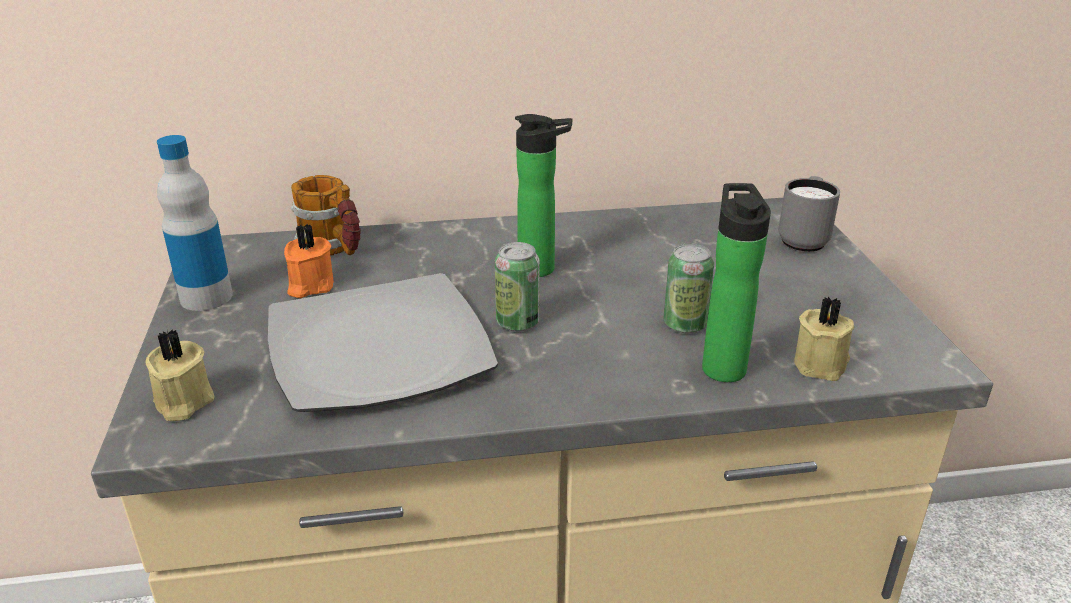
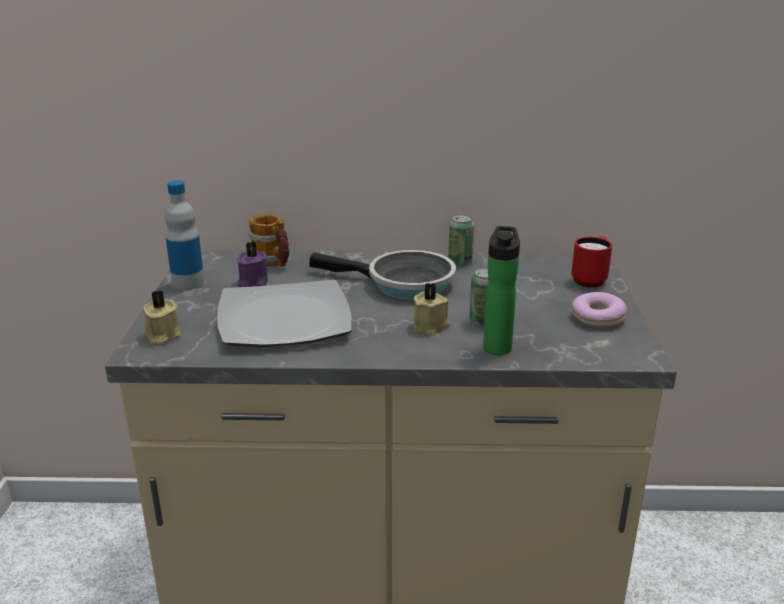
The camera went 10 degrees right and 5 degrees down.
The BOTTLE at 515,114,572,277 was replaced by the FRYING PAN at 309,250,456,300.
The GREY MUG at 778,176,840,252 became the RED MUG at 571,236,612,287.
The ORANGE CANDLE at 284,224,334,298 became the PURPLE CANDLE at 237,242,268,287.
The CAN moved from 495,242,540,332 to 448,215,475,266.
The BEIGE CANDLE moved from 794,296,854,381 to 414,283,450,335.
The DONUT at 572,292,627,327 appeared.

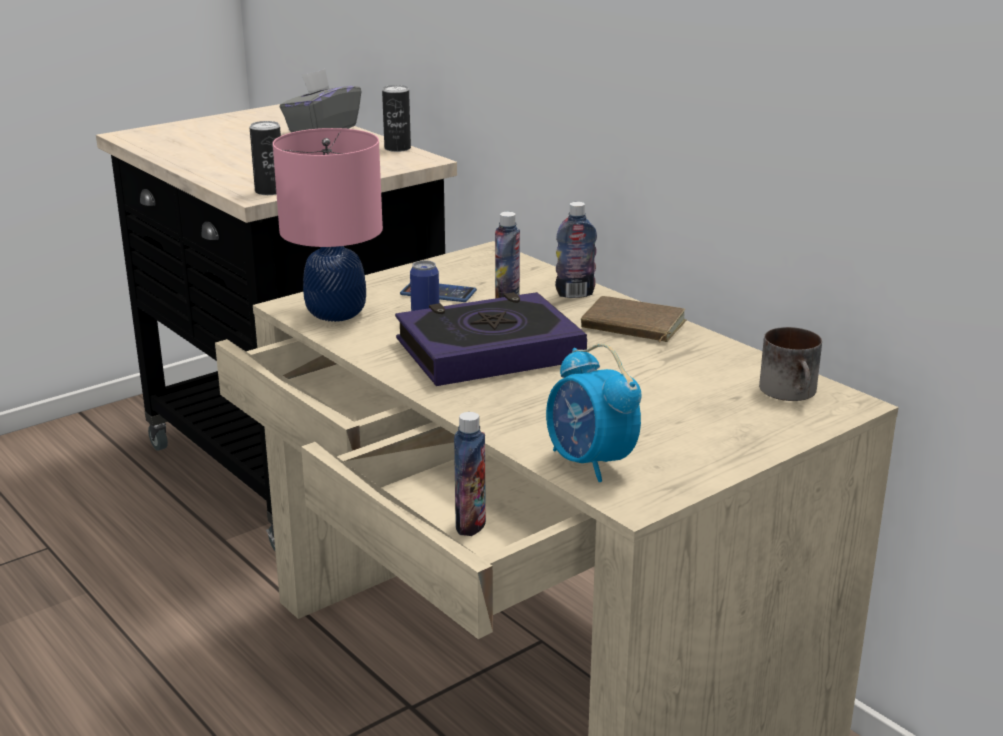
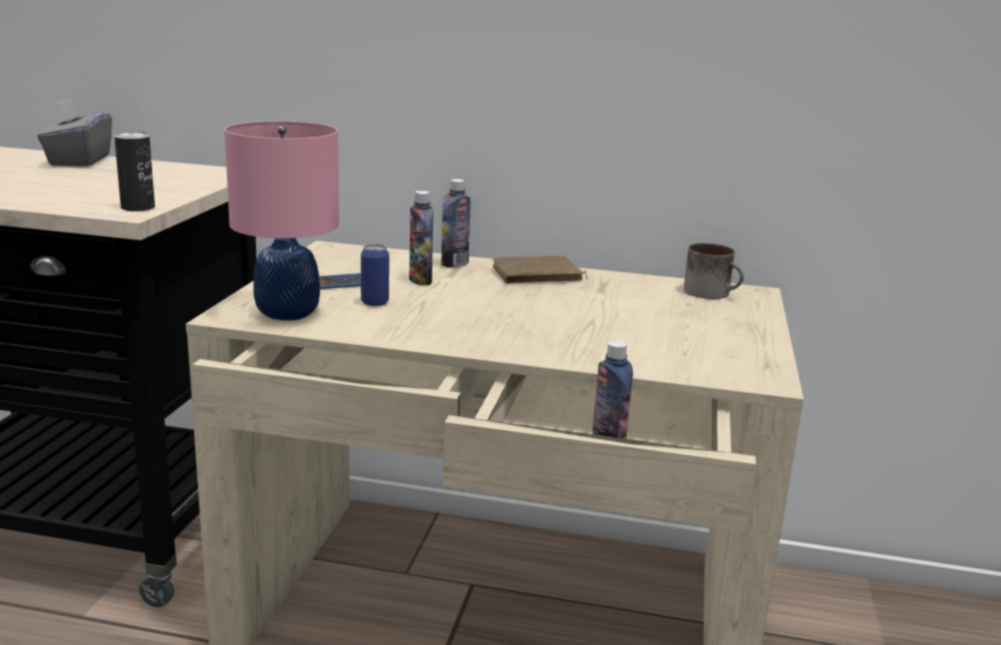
The camera went 40 degrees left and 5 degrees down.
The CAN at 382,85,411,152 disappeared.
The BOOK at 395,292,587,386 disappeared.
The ALARM CLOCK at 546,344,642,482 disappeared.

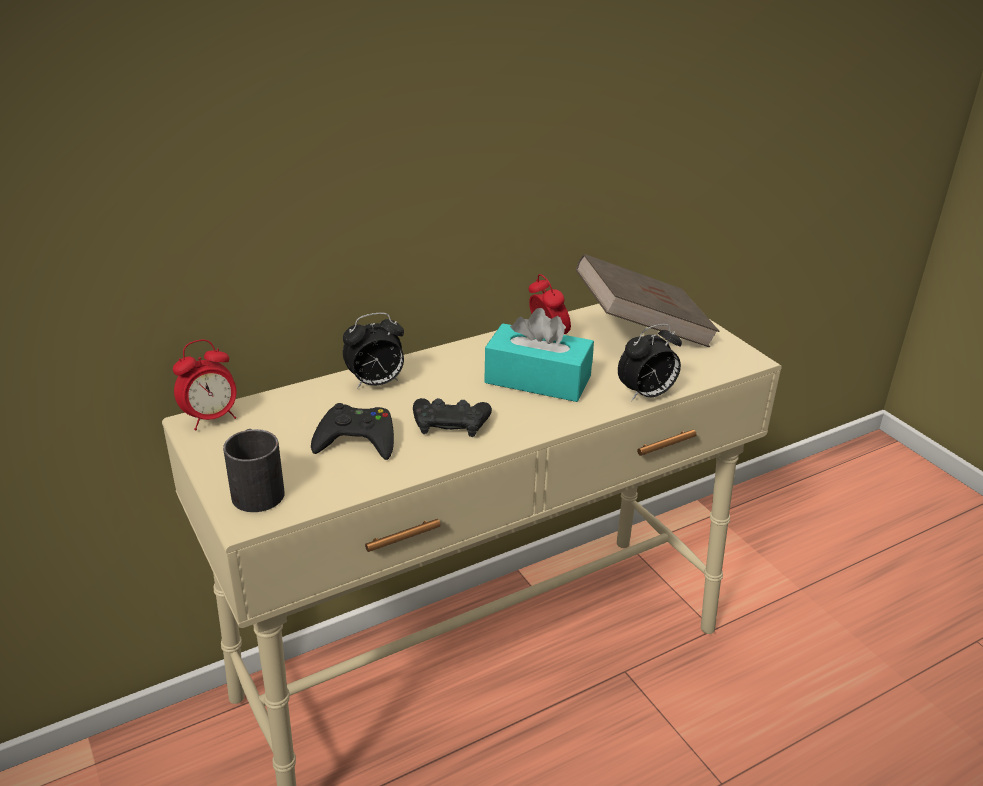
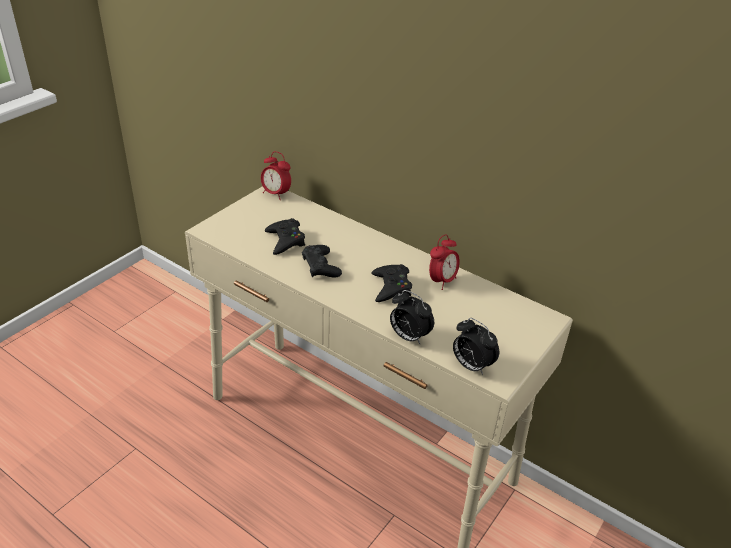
The camera went 65 degrees right and 5 degrees up.
The BROWN BOOK at 576,254,719,347 disappeared.
The TURQUOISE TISSUE BOX at 484,308,594,402 was replaced by the BLACK GAME CONTROLLER at 371,264,412,302.
The ALARM CLOCK moved from 343,313,404,389 to 453,318,499,375.
The BLACK MUG at 223,429,285,512 disappeared.

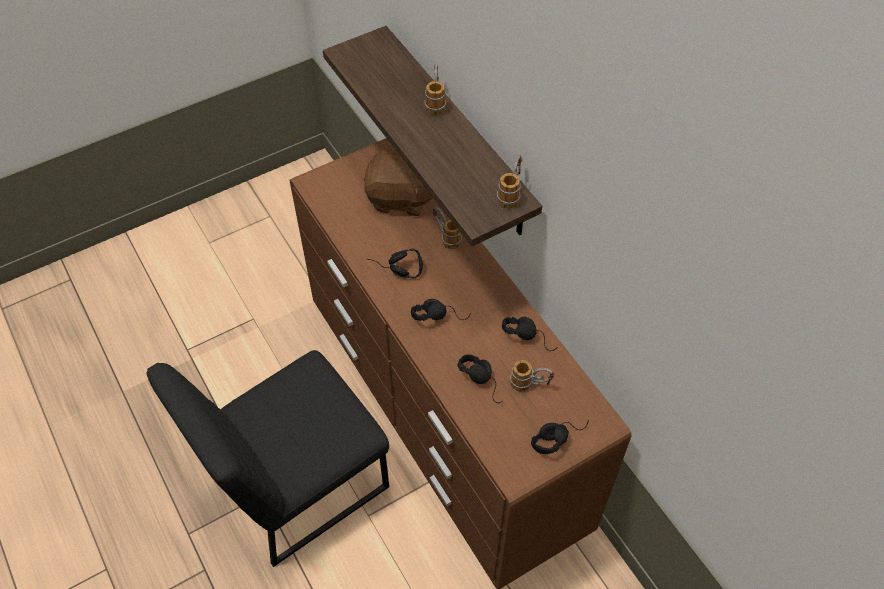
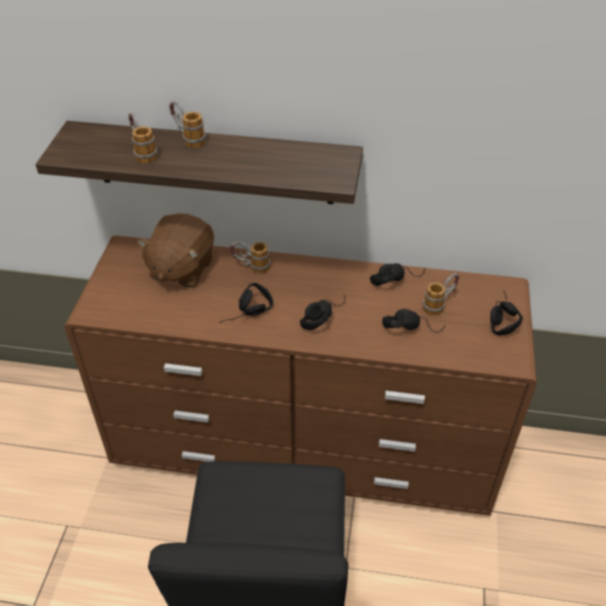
The camera went 50 degrees left and 10 degrees down.
The BROWN PLUSH TOY at 364,149,433,216 turned 150 degrees clockwise.
The MUG moved from 497,155,522,209 to 128,112,157,164.

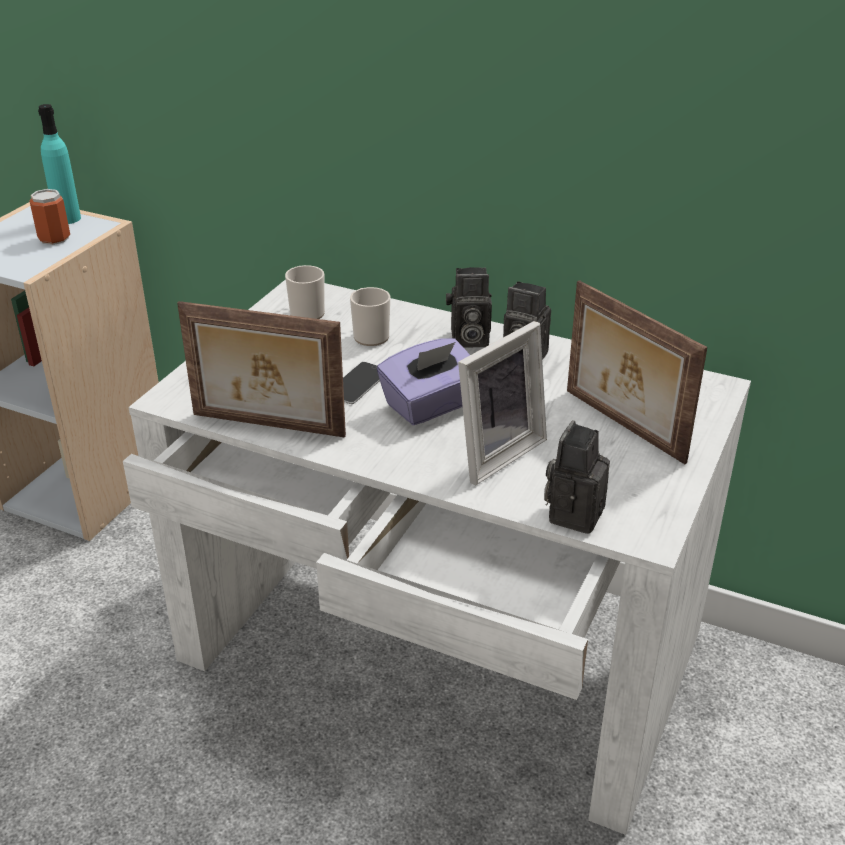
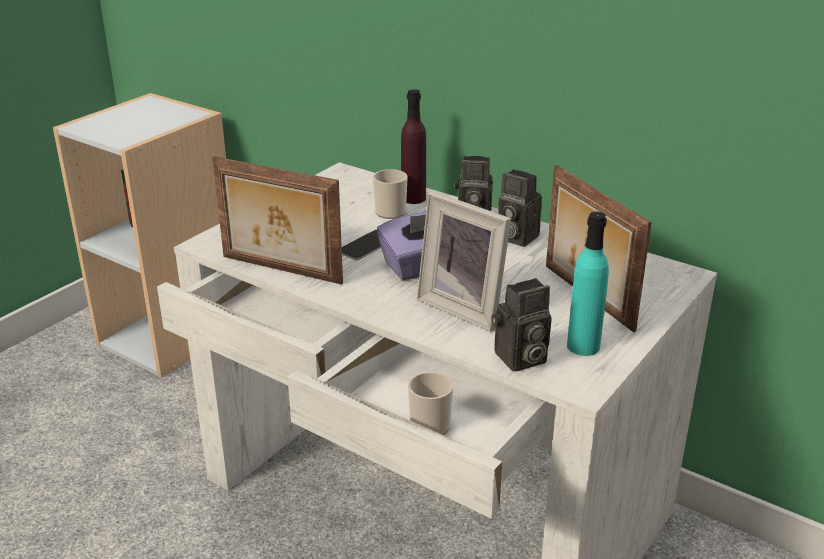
The camera went 10 degrees right and 5 degrees down.
The TURQUOISE BOTTLE moved from 38,104,81,224 to 567,212,609,356.
The CAN at 29,189,70,245 disappeared.
The MUG moved from 285,265,325,319 to 408,371,453,435.
The PICTURE FRAME at 458,321,547,485 turned 75 degrees clockwise.
The PHOTO CAMERA at 544,420,610,534 turned 150 degrees counterclockwise.
The PURPLE BOTTLE at 401,89,426,204 appeared.

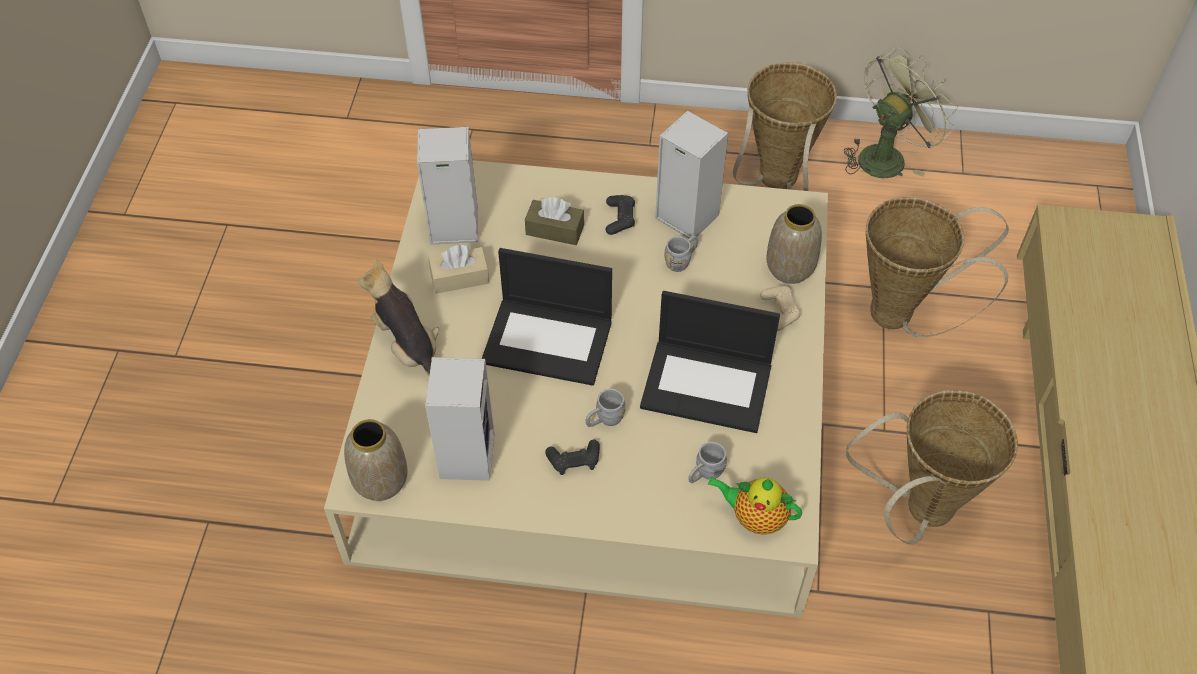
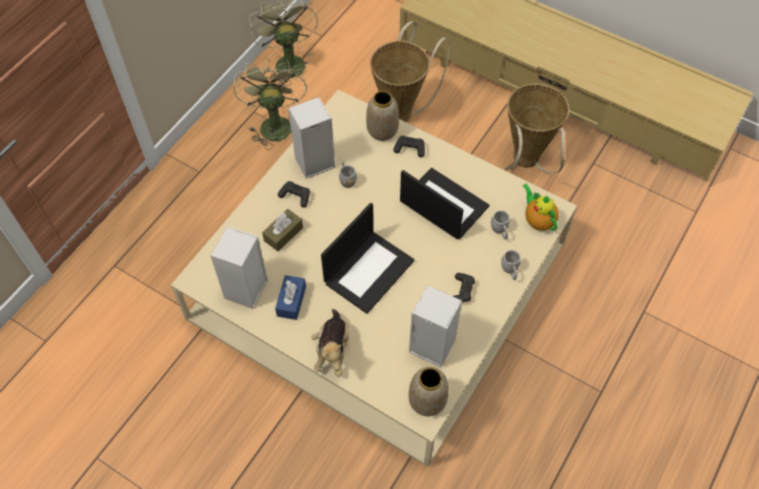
The camera went 65 degrees left and 5 degrees up.
The BASKET at 733,62,837,191 was replaced by the GREEN FAN at 233,58,307,150.
The BEIGE TISSUE BOX at 428,245,490,294 became the BLUE TISSUE BOX at 275,275,306,320.
The PLUSH TOY at 359,258,439,376 turned 75 degrees counterclockwise.
The BEIGE GAME CONTROLLER at 760,286,801,331 became the BLACK GAME CONTROLLER at 393,136,425,158.
The LAPTOP at 640,291,780,433 turned 90 degrees counterclockwise.
The GREY MUG moved from 586,389,626,427 to 501,250,521,280.
The TEAPOT at 708,477,802,535 turned 105 degrees clockwise.

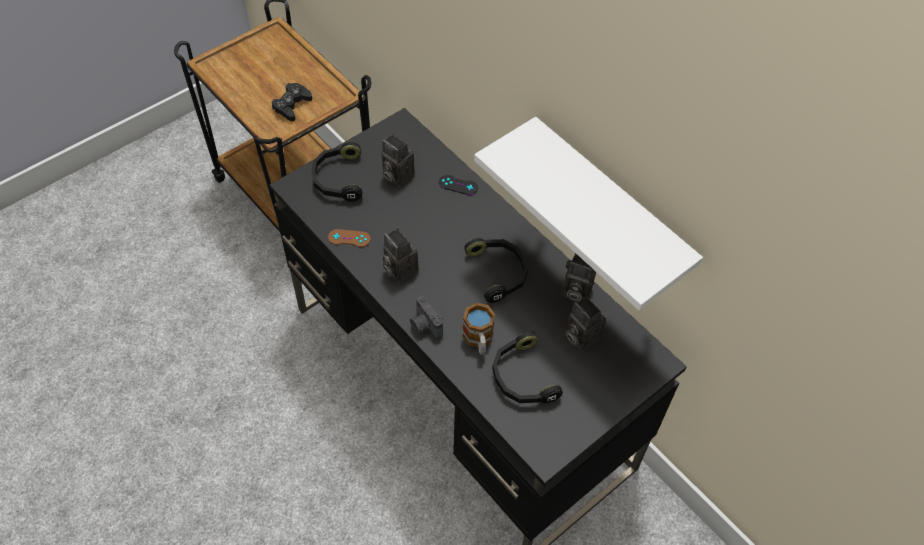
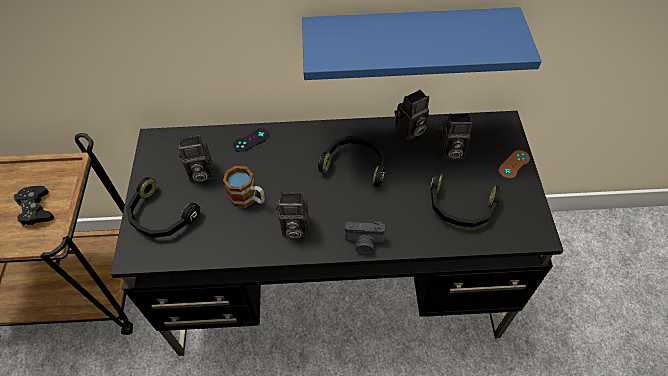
The camera went 50 degrees left and 0 degrees up.
The WHITE SHELF at 474,117,703,310 became the BLUE SHELF at 302,7,542,80.
The BROWN GAME CONTROLLER moved from 328,229,371,247 to 498,150,530,179.
The MUG moved from 462,303,495,355 to 223,166,265,208.

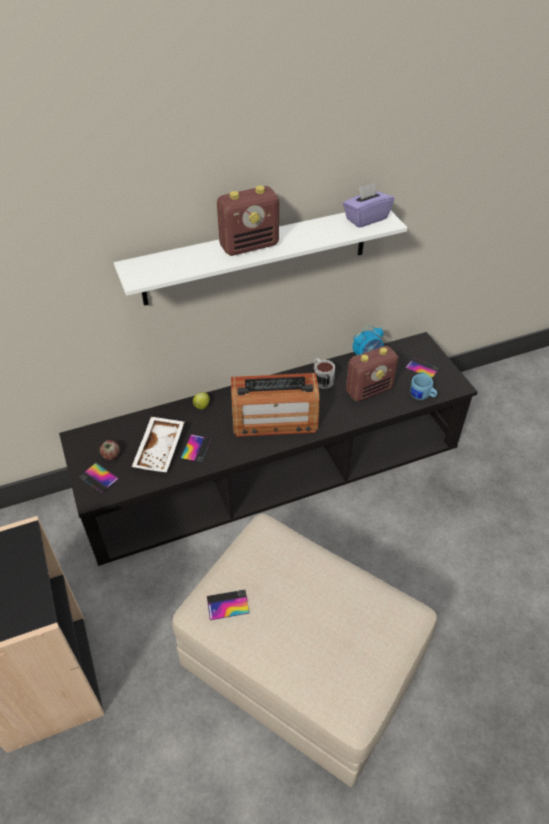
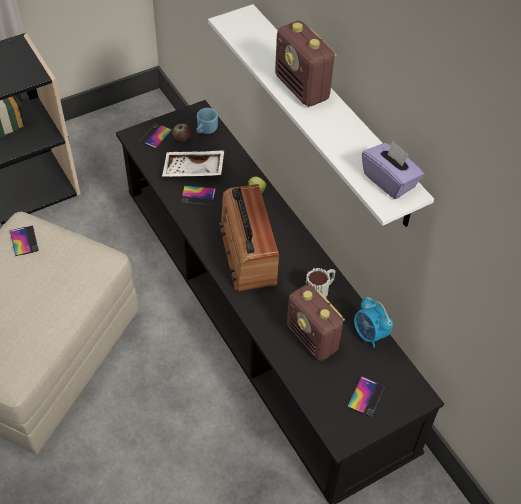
The camera went 80 degrees right and 5 degrees up.
The BLUE MUG moved from 410,374,437,400 to 196,108,218,134.

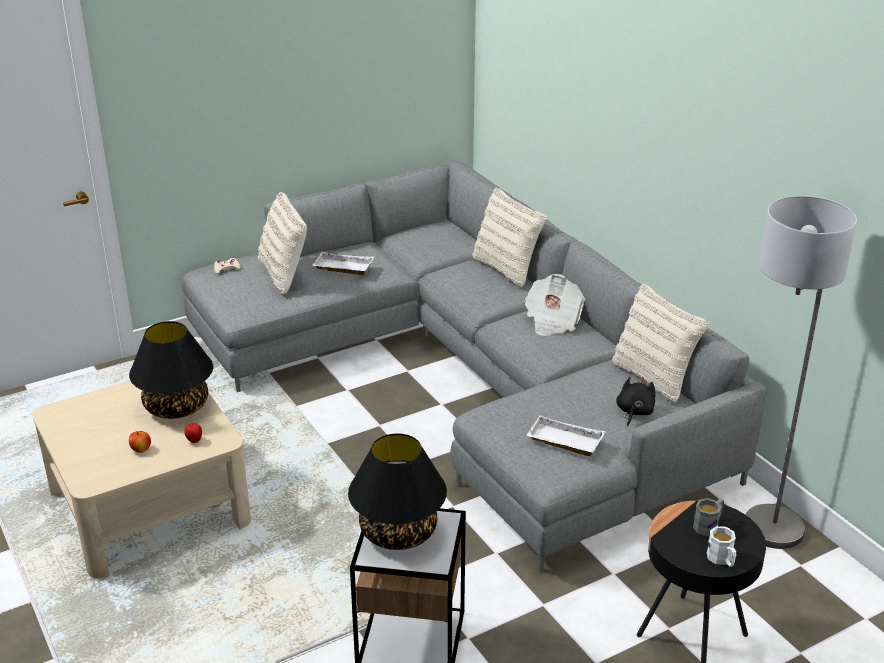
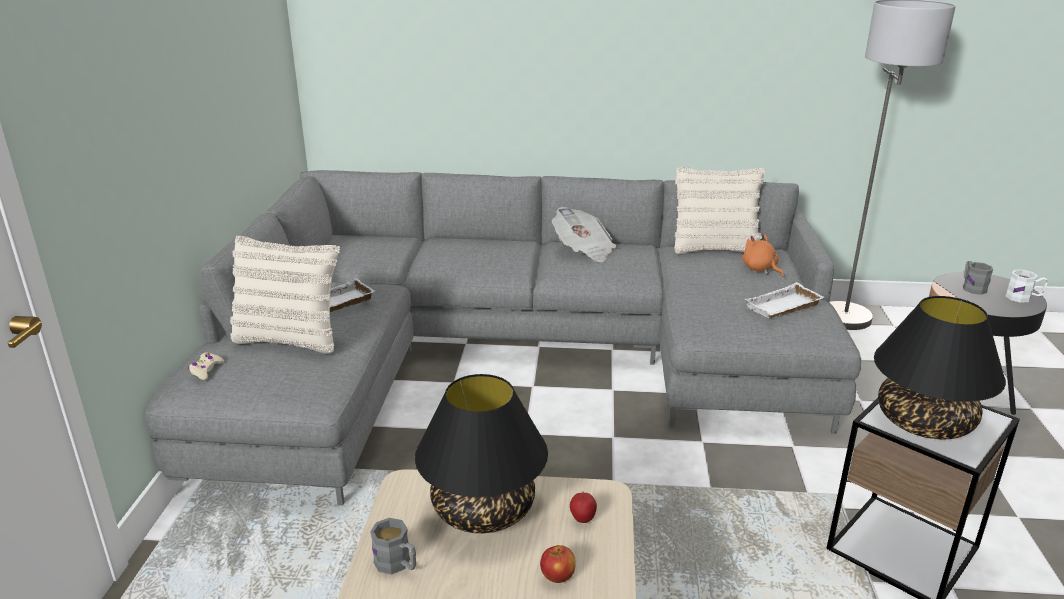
The camera went 55 degrees left and 5 degrees down.
The BEIGE PILLOW at 472,188,547,287 disappeared.
The BLACK PLUSH TOY at 616,377,656,426 became the ORANGE PLUSH TOY at 742,234,784,277.
The GREY MUG at 370,518,416,575 appeared.

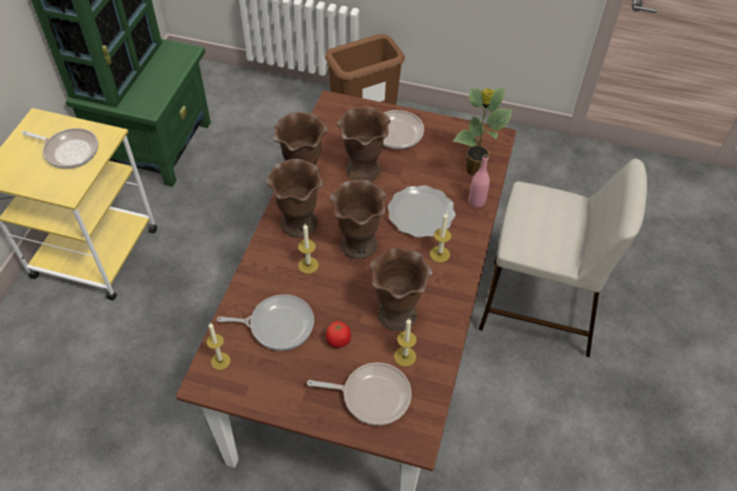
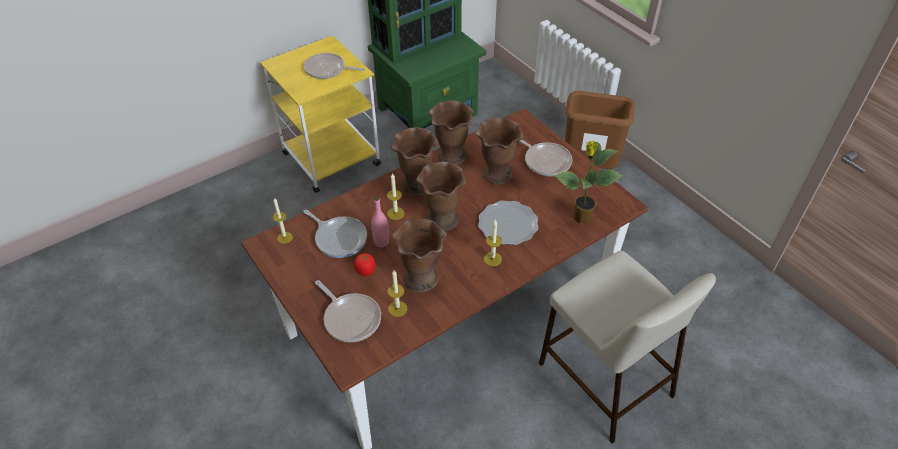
The camera went 40 degrees right and 5 degrees down.
The FRYING PAN at 22,128,98,169 turned 135 degrees clockwise.
The PINK BOTTLE moved from 469,154,490,208 to 371,197,389,247.

